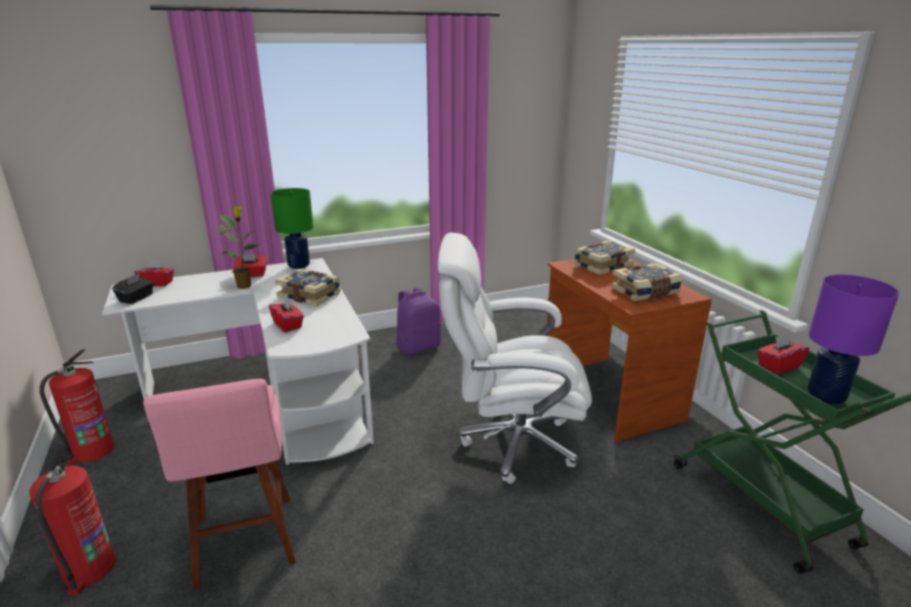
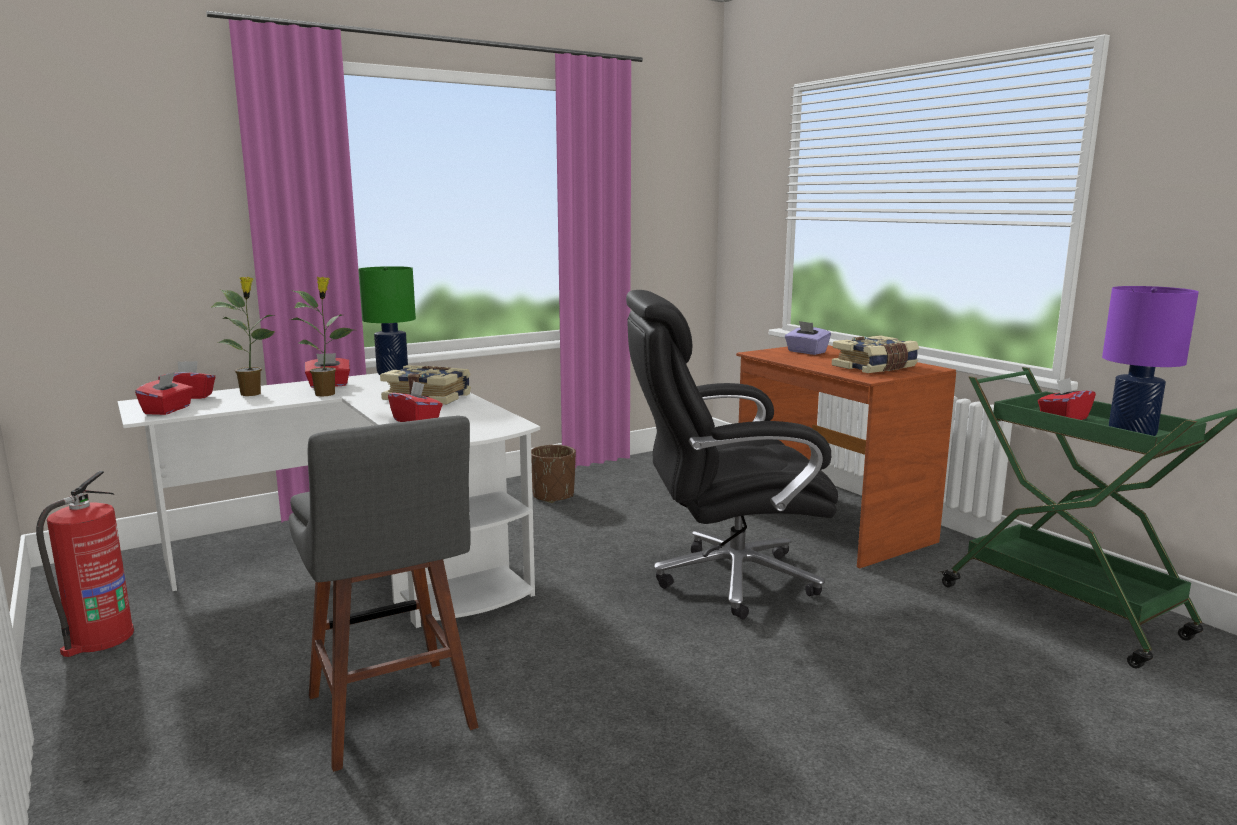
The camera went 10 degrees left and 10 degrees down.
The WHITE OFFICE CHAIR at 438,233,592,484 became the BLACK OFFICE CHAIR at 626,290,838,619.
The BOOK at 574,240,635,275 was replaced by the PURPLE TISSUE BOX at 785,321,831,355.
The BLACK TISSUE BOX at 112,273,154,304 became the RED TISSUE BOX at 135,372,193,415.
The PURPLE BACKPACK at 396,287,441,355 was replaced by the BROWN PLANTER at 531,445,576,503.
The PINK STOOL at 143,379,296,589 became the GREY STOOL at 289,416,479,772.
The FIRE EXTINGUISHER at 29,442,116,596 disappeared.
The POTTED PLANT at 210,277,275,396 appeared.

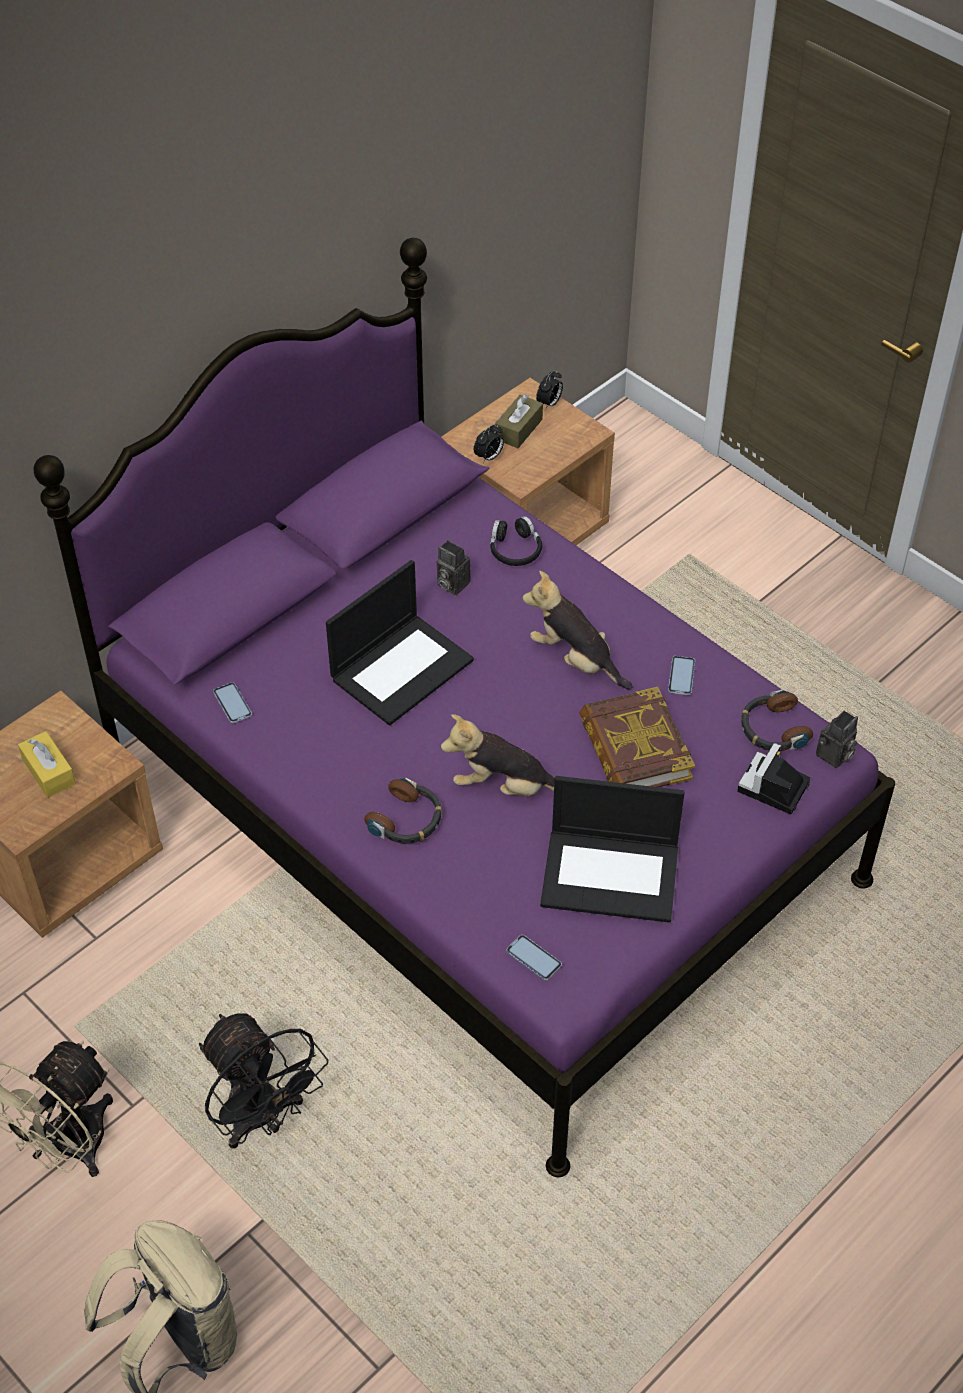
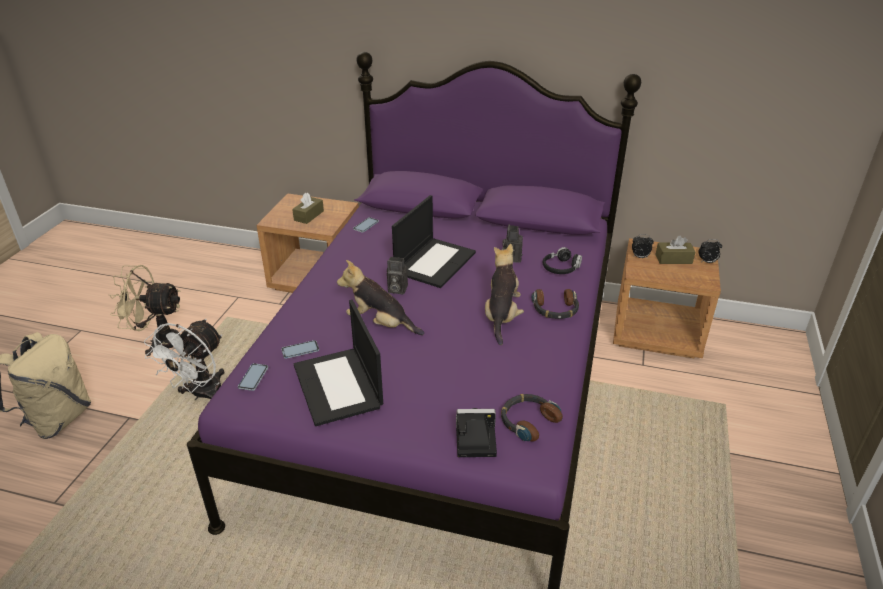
The camera went 60 degrees right and 15 degrees down.
The LAPTOP at 326,560,474,726 turned 75 degrees counterclockwise.
The PHONE moved from 668,656,695,695 to 281,340,319,359.
The BOOK at 579,687,695,787 disappeared.
The PHOTO CAMERA moved from 816,711,858,768 to 387,257,408,294.
The PLUSH TOY at 441,714,555,796 turned 45 degrees counterclockwise.
The YELLOW TISSUE BOX at 18,731,76,798 became the BROWN TISSUE BOX at 292,192,324,224.
The HEADPHONES moved from 364,778,442,844 to 532,289,579,319.
The BLACK FAN at 199,1013,328,1149 became the WHITE FAN at 144,319,225,400.

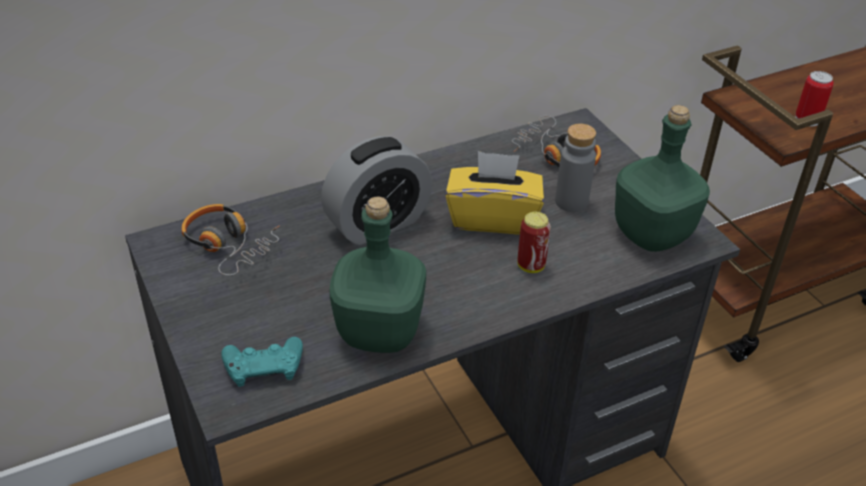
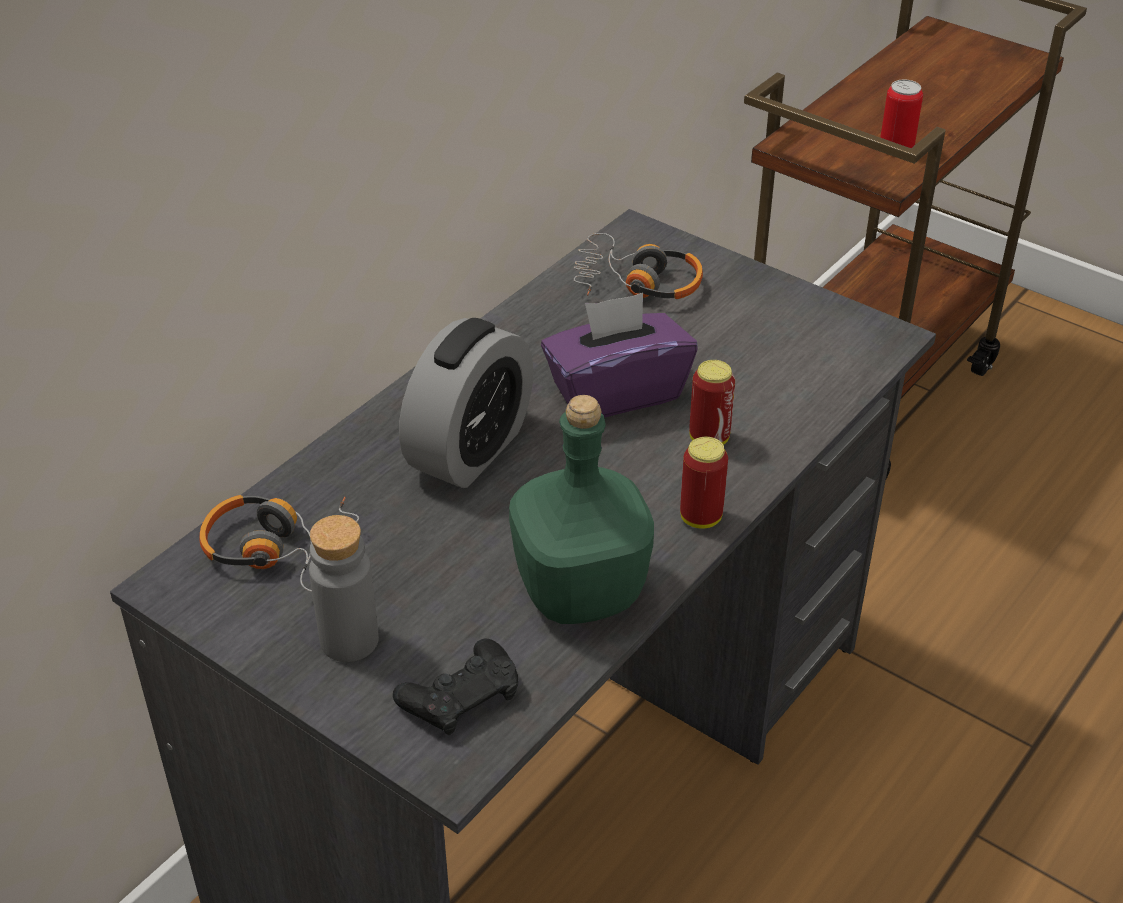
The camera went 25 degrees left and 0 degrees up.
The GREEN BOTTLE at 615,105,710,252 disappeared.
The GREY BOTTLE moved from 555,124,596,212 to 309,515,379,662.
The YELLOW TISSUE BOX at 445,151,544,234 became the PURPLE TISSUE BOX at 541,293,697,418.
The TURQUOISE GAME CONTROLLER at 221,337,303,387 became the BLACK GAME CONTROLLER at 393,638,518,736.
The CAN at 680,437,728,529 appeared.

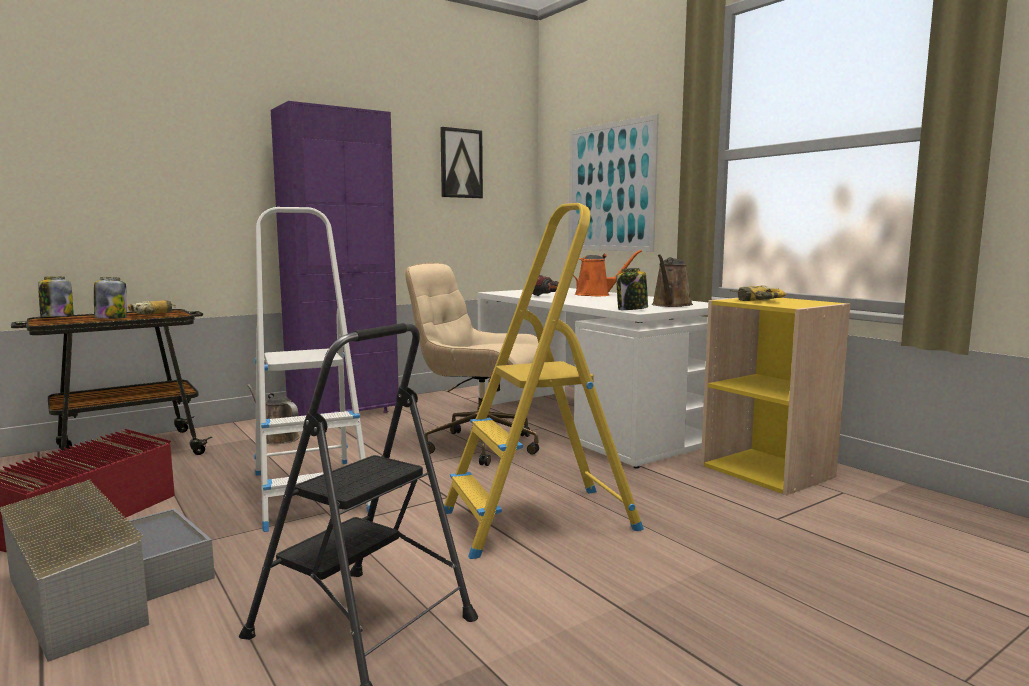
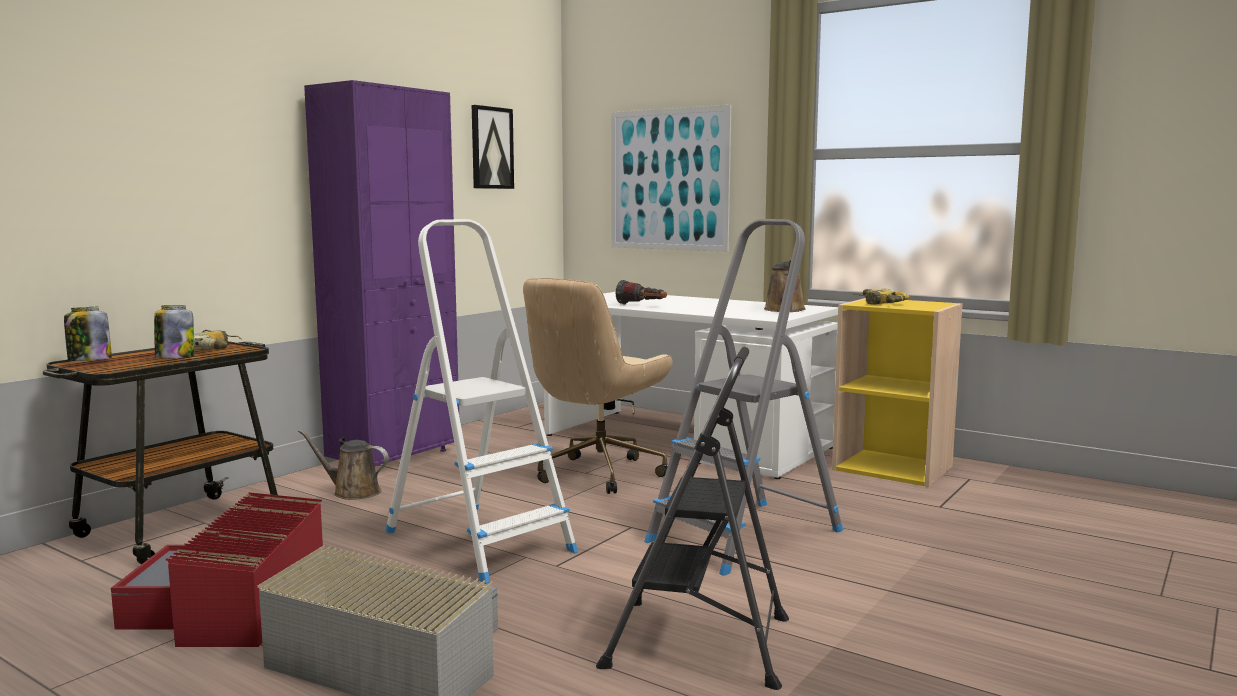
The camera went 20 degrees left and 0 degrees up.
The YELLOW STEP LADDER at 444,203,644,559 became the GREY STEP LADDER at 644,219,843,575.
The ORANGE WATERING CAN at 573,250,642,296 disappeared.
The BEIGE OFFICE CHAIR at 405,263,539,466 turned 60 degrees counterclockwise.
The JAR at 616,268,648,310 disappeared.

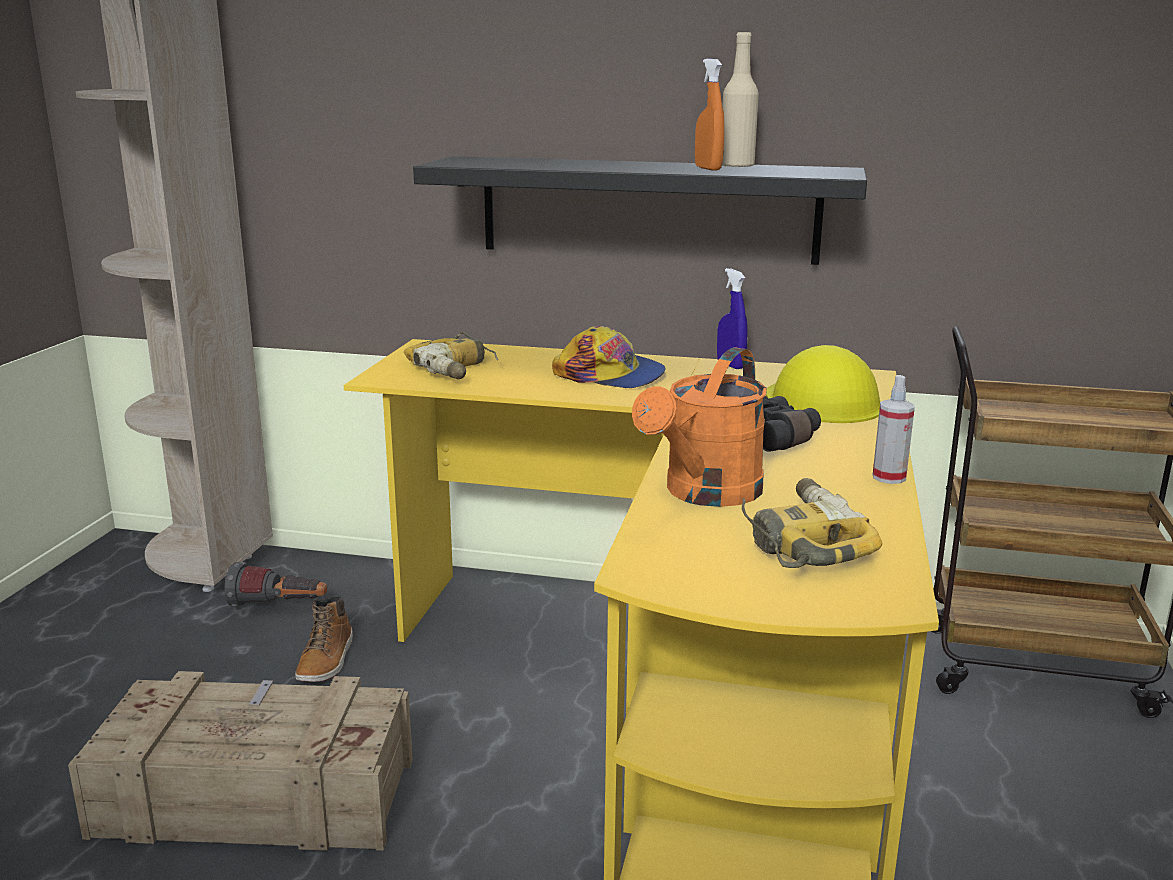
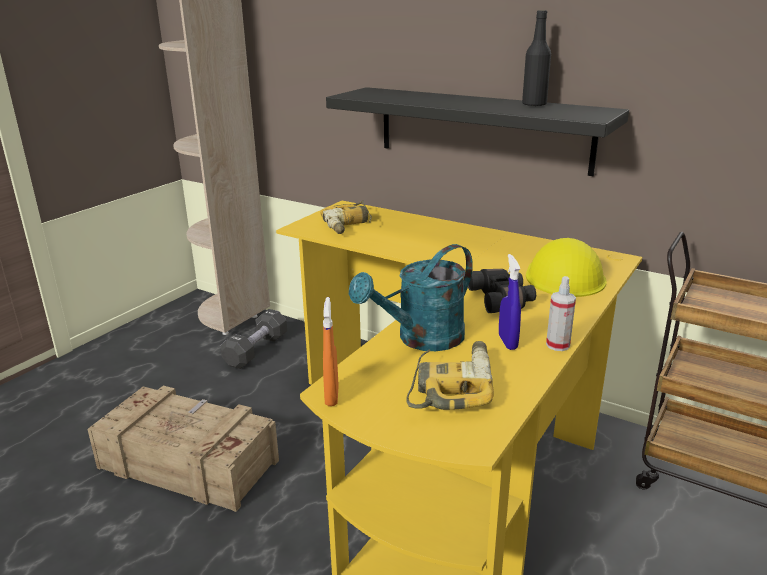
The camera went 20 degrees right and 5 degrees up.
The BEIGE BOTTLE at 722,32,759,167 became the BLACK BOTTLE at 522,10,551,106.
The ORANGE SPRAY BOTTLE moved from 695,59,725,170 to 323,297,339,406.
The BLUE SPRAY BOTTLE moved from 717,268,748,369 to 499,254,521,350.
The CAP at 552,326,665,388 disappeared.
The ORANGE WATERING CAN at 632,347,767,507 became the TURQUOISE WATERING CAN at 349,244,473,351.
The FLASHLIGHT at 224,562,327,607 was replaced by the BLACK DUMBBELL at 220,309,287,369.
The BOOT at 295,597,353,682 disappeared.

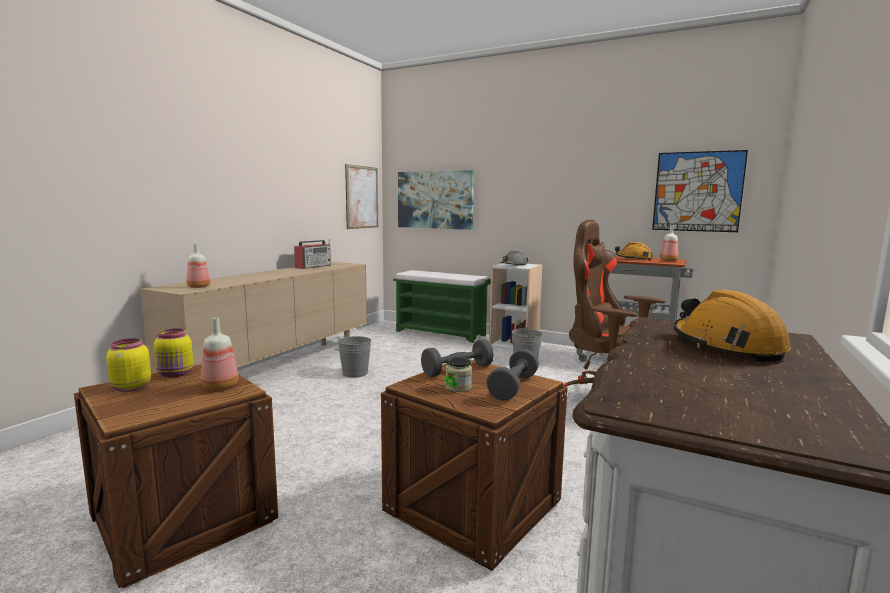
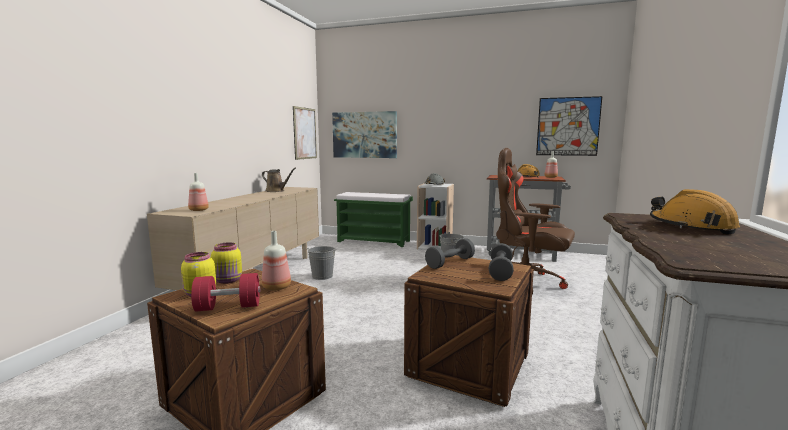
The camera went 10 degrees left and 0 degrees up.
The RADIO at 294,239,331,269 was replaced by the BROWN WATERING CAN at 262,168,296,192.
The JAR at 446,357,472,392 disappeared.
The RED DUMBBELL at 191,273,260,312 appeared.

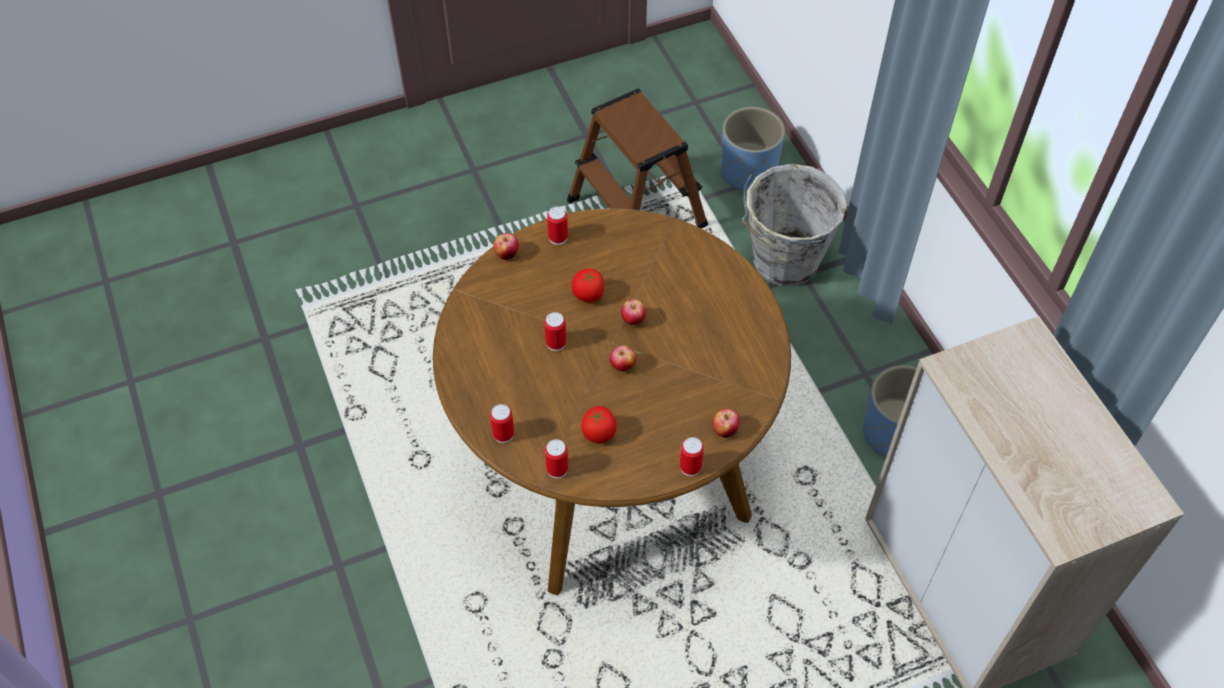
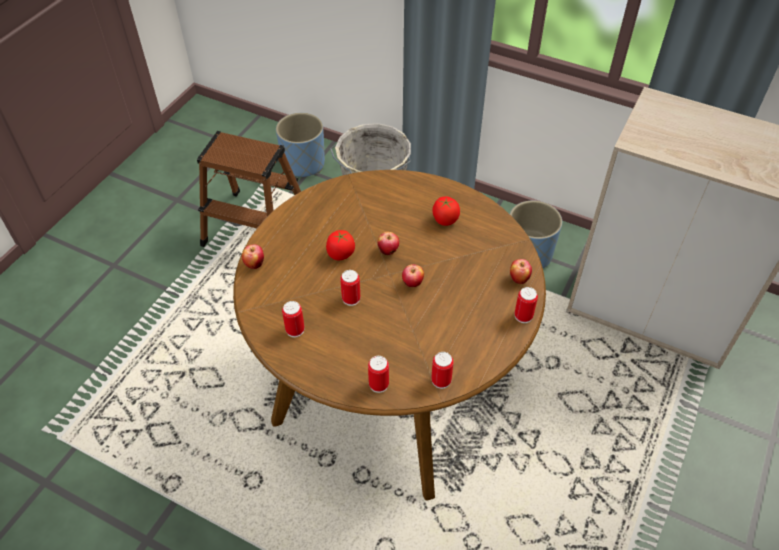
The camera went 40 degrees left and 5 degrees down.
The CAN moved from 547,206,568,245 to 282,301,305,337.
The TOMATO moved from 581,406,617,443 to 432,197,460,226.

